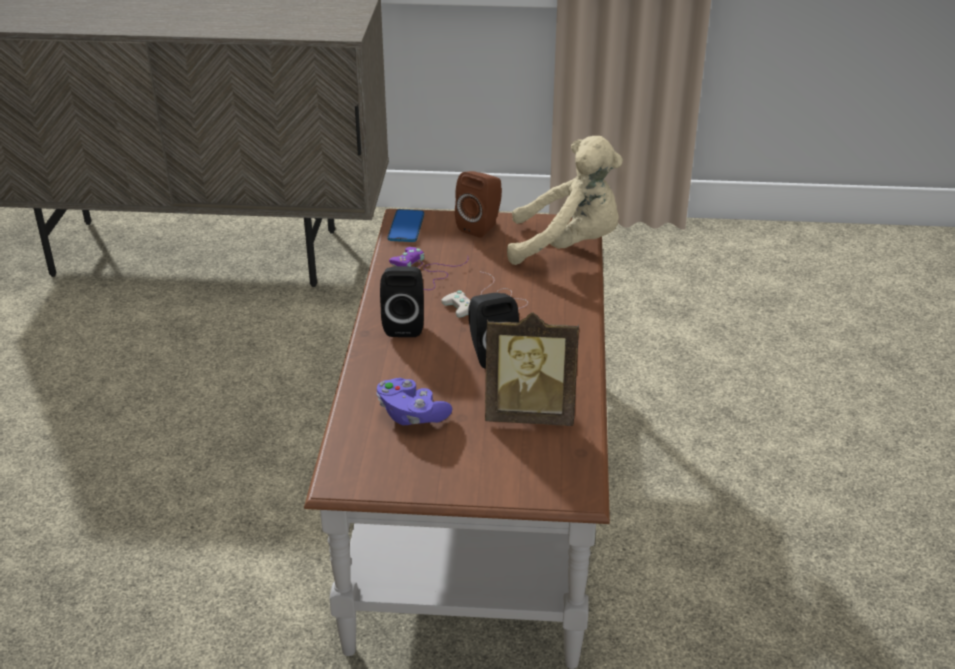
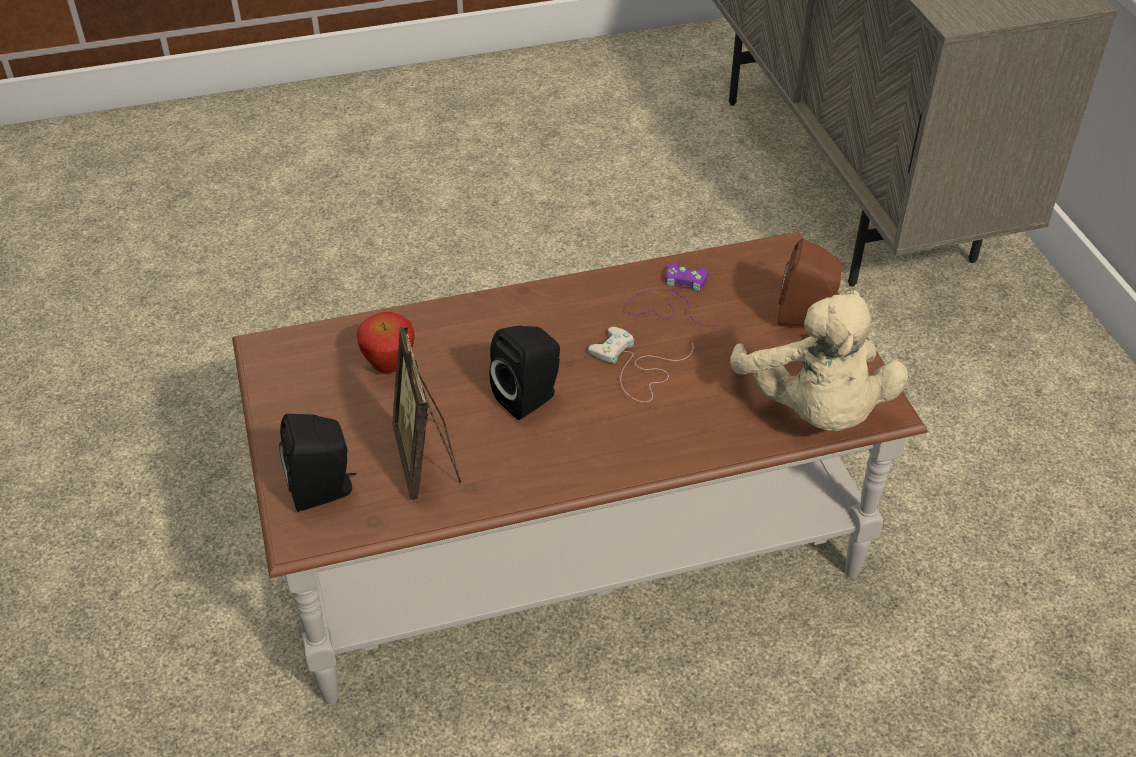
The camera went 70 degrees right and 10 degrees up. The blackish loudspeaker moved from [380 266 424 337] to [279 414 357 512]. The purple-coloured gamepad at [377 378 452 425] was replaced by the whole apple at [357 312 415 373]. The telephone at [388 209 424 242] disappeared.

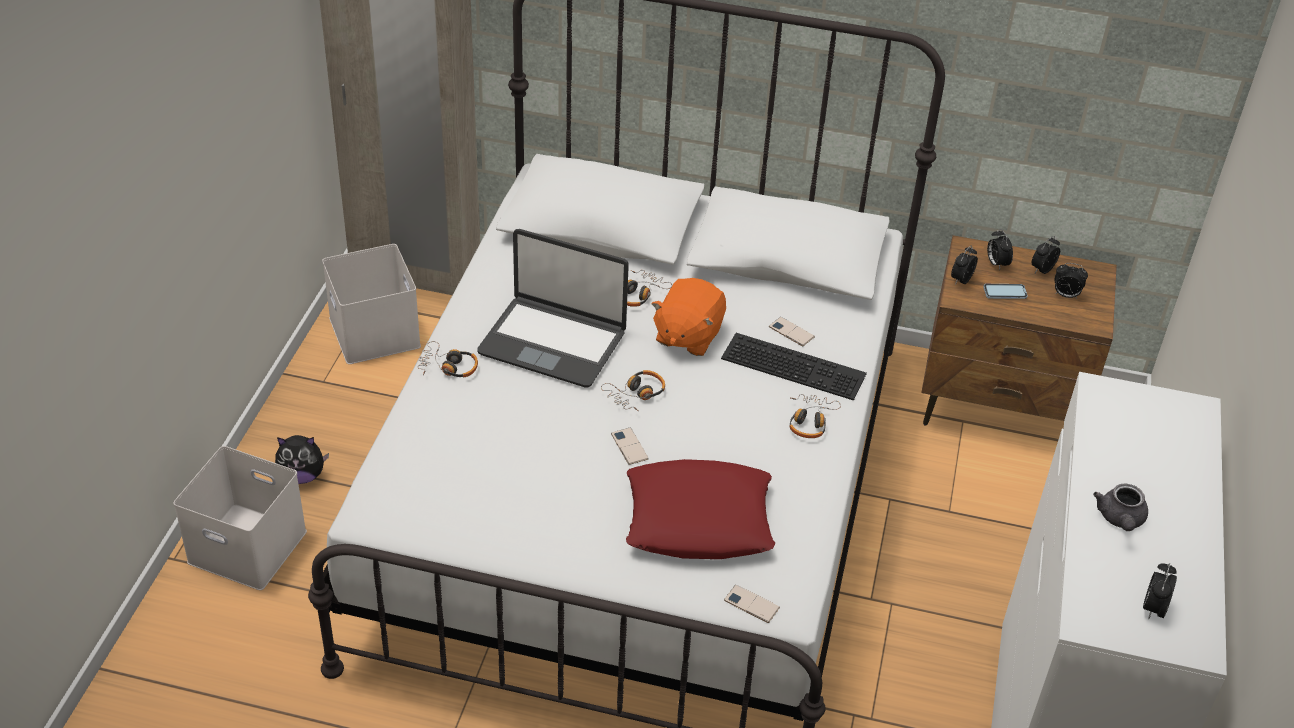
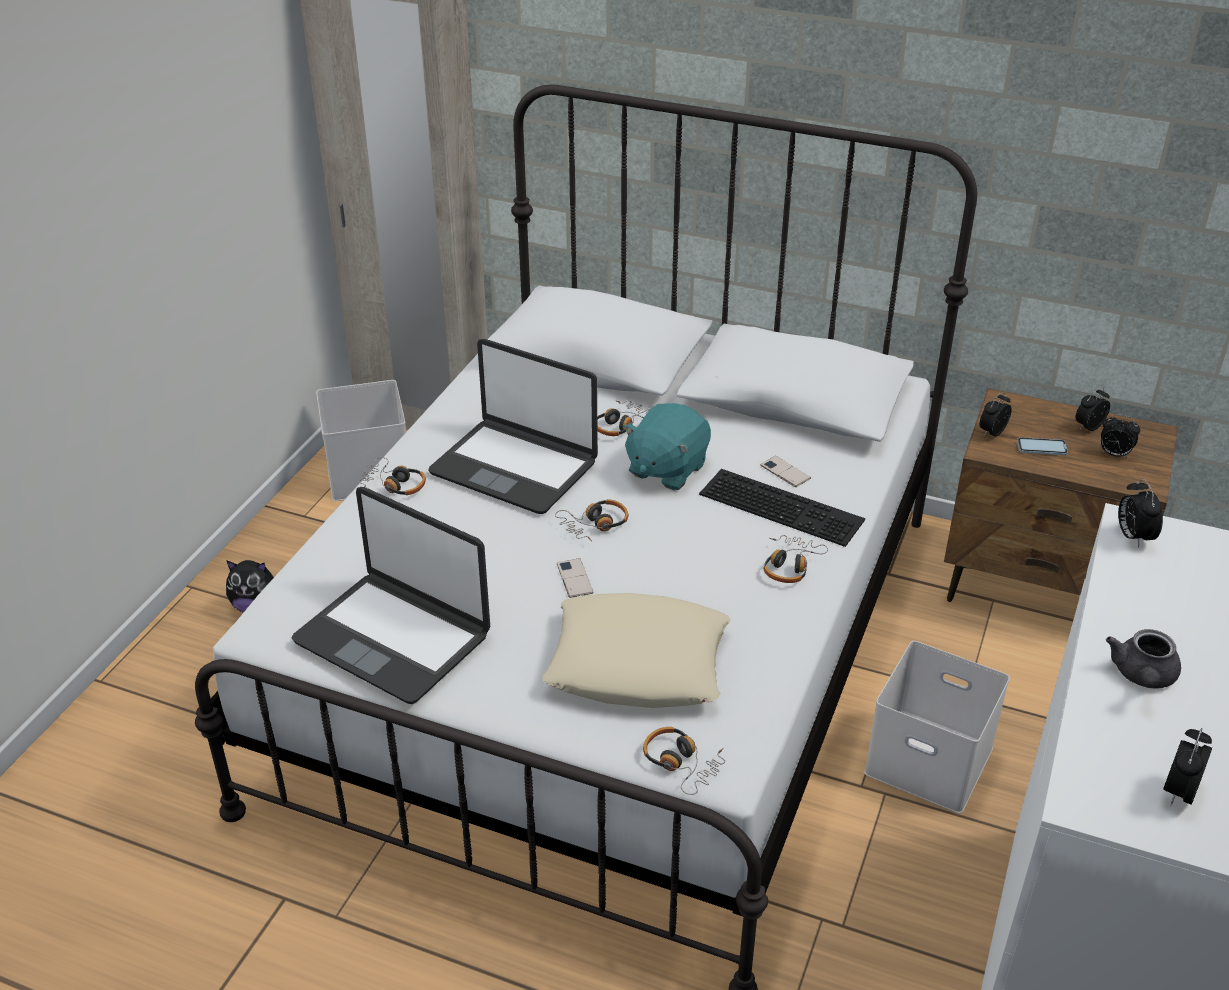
The camera went 10 degrees right and 5 degrees down. The laptop at [291 487 490 704] appeared. The reddish throw pillow at [626 459 775 559] became the beige throw pillow at [543 593 730 708]. The orange-coloured cuddly toy at [651 278 726 356] became the turquoise-coloured cuddly toy at [623 403 711 490]. The telephone at [724 585 780 623] was replaced by the headphones at [643 727 725 795]. The white storage box moved from [173 446 307 590] to [864 641 1010 813]. The bedside clock moved from [987 229 1013 270] to [1118 478 1163 548].

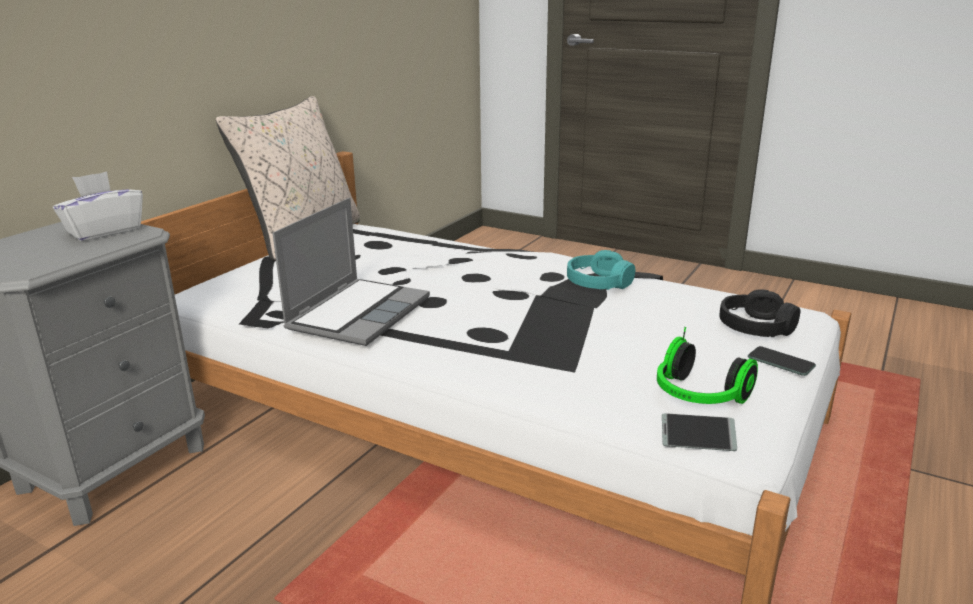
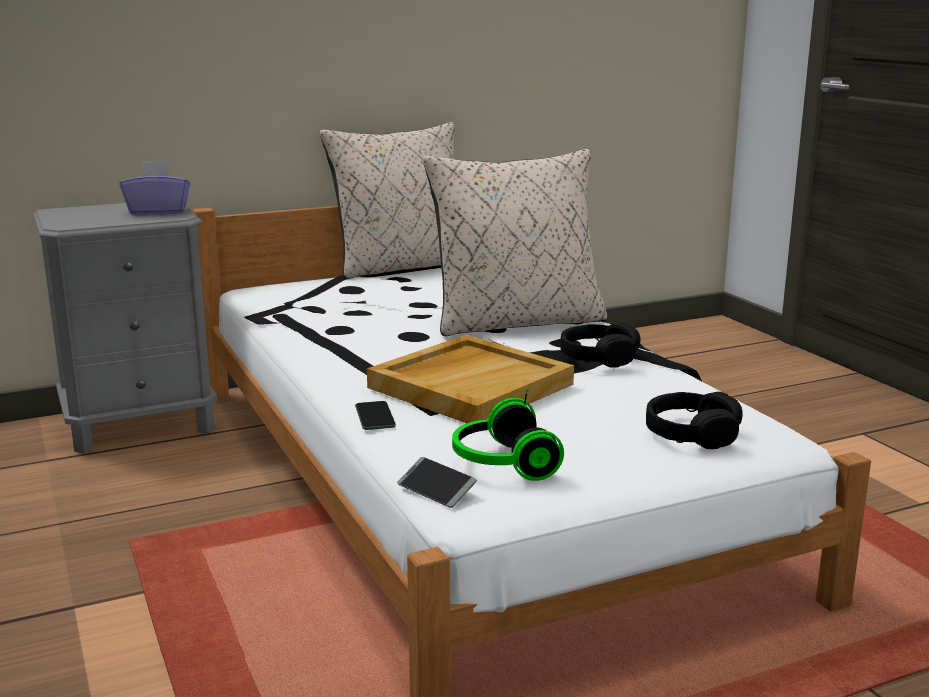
The camera went 35 degrees right and 5 degrees down. The white box of tissues at [53 171 143 241] became the purple-coloured box of tissues at [120 160 191 215]. The telephone moved from [748 346 816 376] to [355 401 396 430]. The beige serving tray at [367 335 574 423] appeared. The beige throw pillow at [423 149 607 336] appeared. The turquoise-coloured headphones at [567 250 635 290] became the blackish headphones at [560 322 640 368]. The laptop at [273 198 430 346] disappeared.

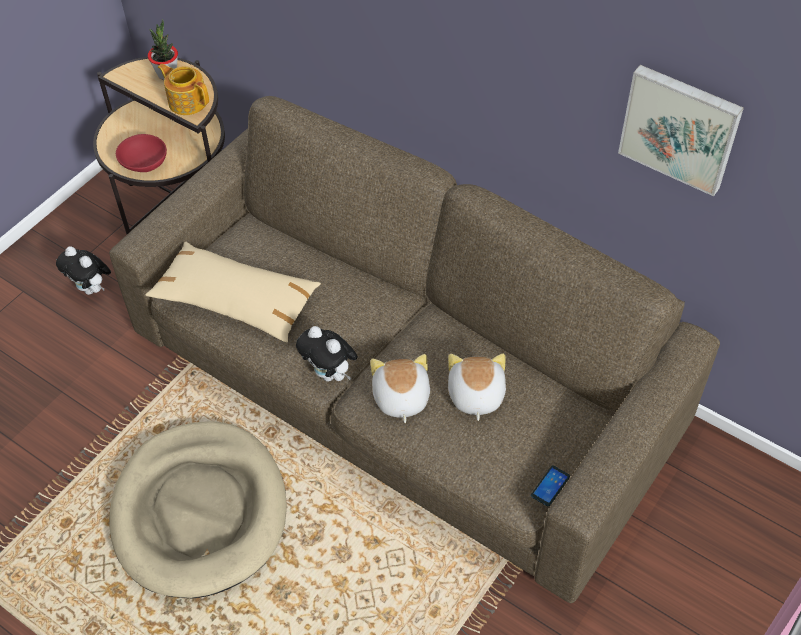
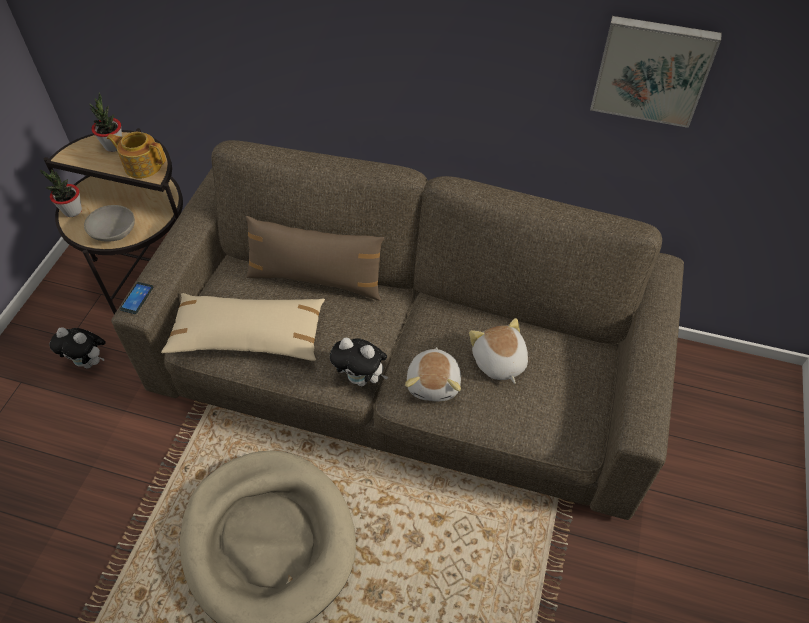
The camera went 20 degrees left and 0 degrees up. The potted plant at [40 170 82 217] appeared. The reddish bowl at [116 134 167 172] became the gray bowl at [84 205 135 242]. The telephone moved from [531 466 570 506] to [120 282 153 314]. The brownish throw pillow at [246 216 384 301] appeared. The cuddly toy at [370 354 430 423] turned 150 degrees counterclockwise.

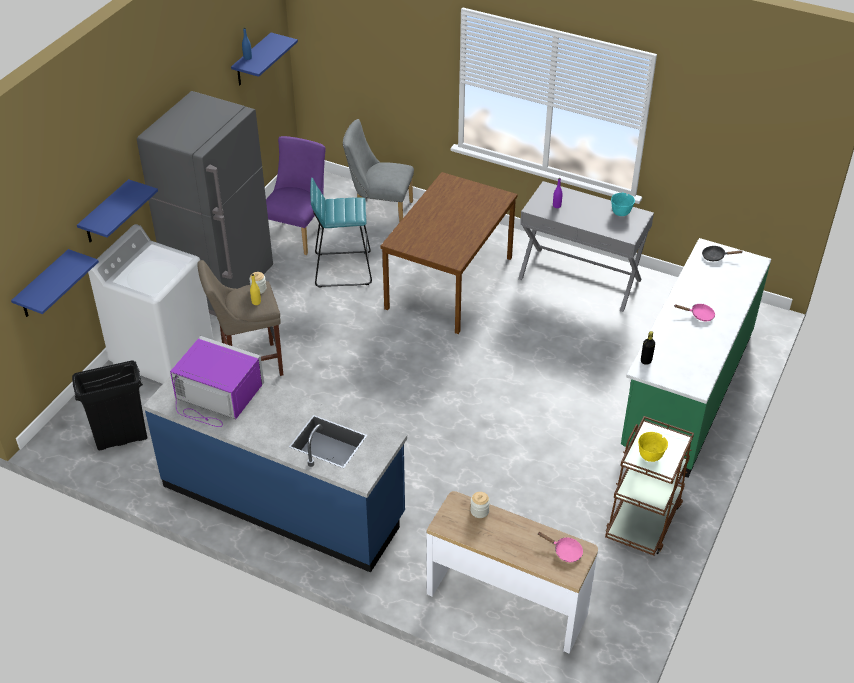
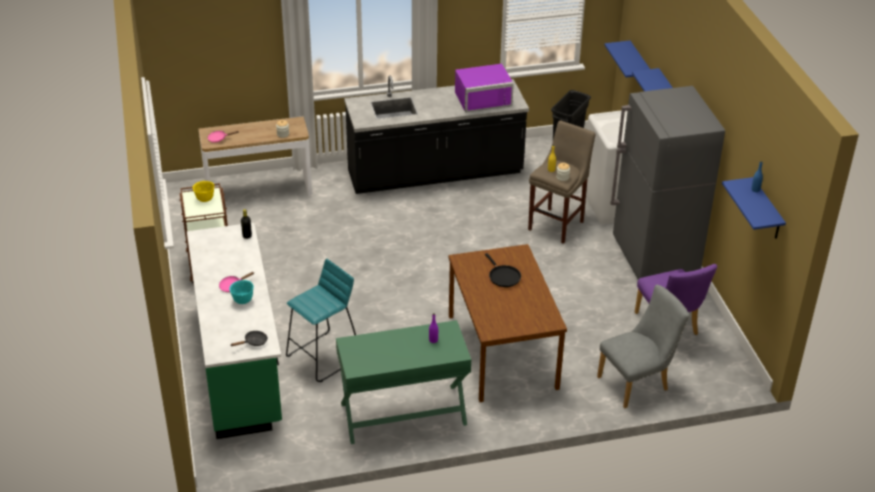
The camera went 140 degrees right and 5 degrees down. The turquoise-coloured bowl moved from [611 193 635 216] to [229 280 254 304]. The turquoise-coloured sitting stool moved from [310 178 372 288] to [286 259 356 382]. The gray console table at [518 181 654 312] became the greenish console table at [336 320 471 444]. The bluish kitchen base unit at [143 376 407 573] became the blackish kitchen base unit at [344 75 529 194]. The blackish pan at [485 253 521 287] appeared.

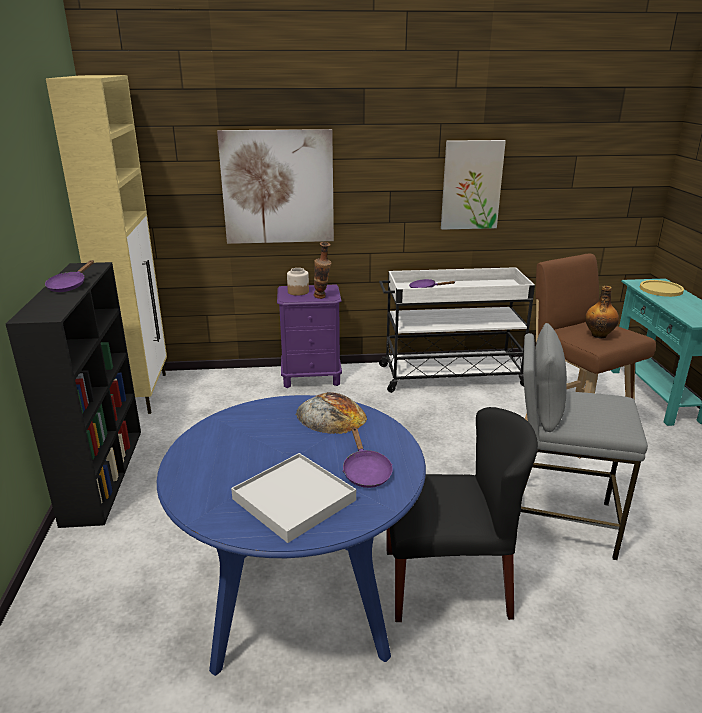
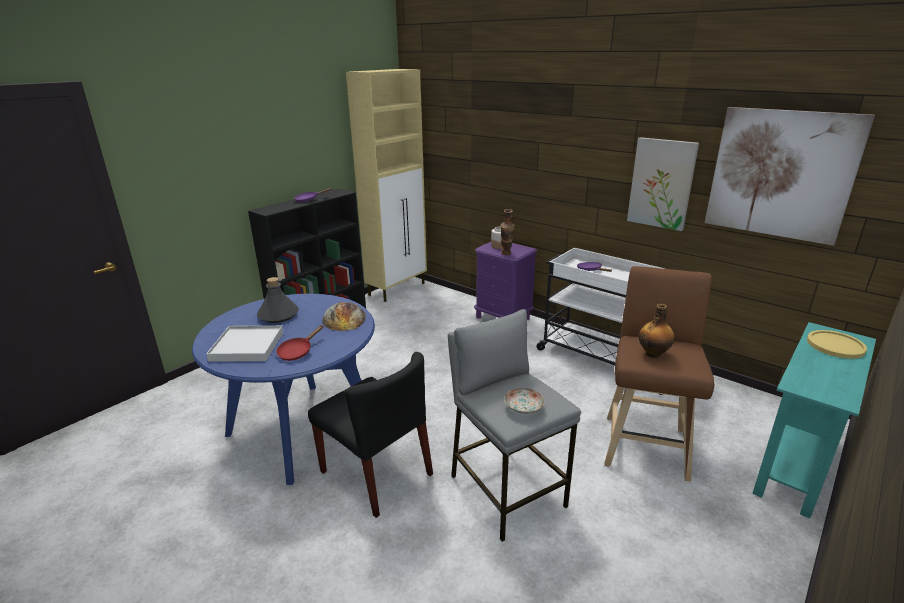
The camera went 45 degrees right and 0 degrees up. The gray bottle at [257 277 299 323] appeared. The purple-coloured pan at [343 427 393 488] became the reddish pan at [276 325 324 361]. The plate at [504 388 545 414] appeared. The wall picture moved from [217 129 334 244] to [705 107 875 246].

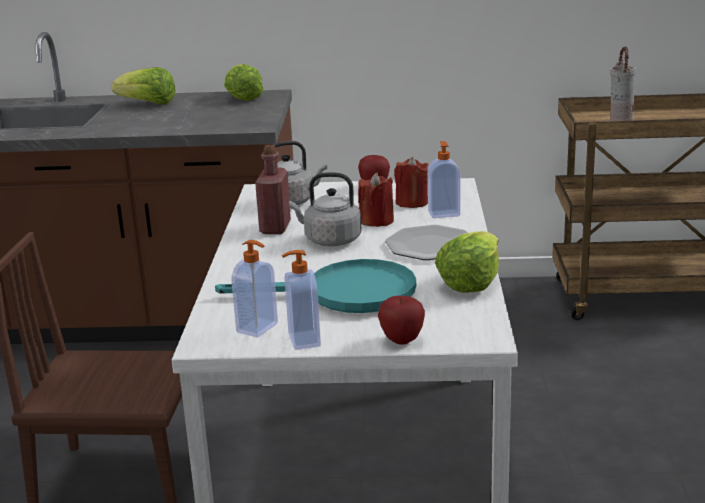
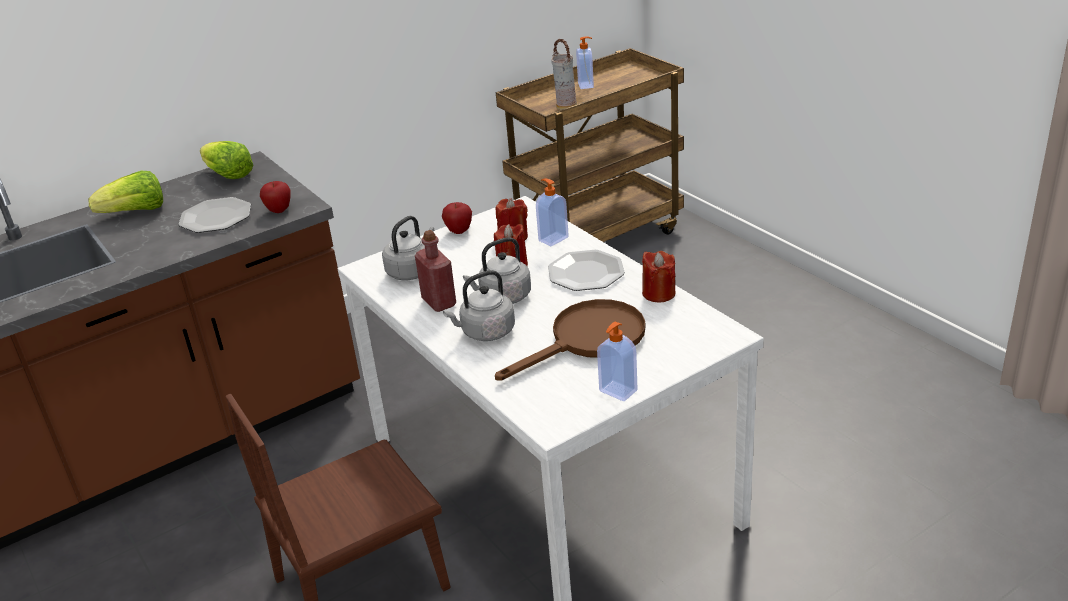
The camera went 35 degrees left and 10 degrees up. The plate at [179 197 251 233] appeared. The whole apple moved from [378 296 425 345] to [260 181 290 213]. The gray water kettle at [443 270 515 341] appeared. The turquoise-coloured pan at [215 259 416 313] became the brownish pan at [495 299 645 381]. The liquid soap bottle moved from [231 240 278 337] to [576 37 594 89]. The head of lettuce at [435 231 499 293] was replaced by the reddish wax candle at [642 251 675 302].

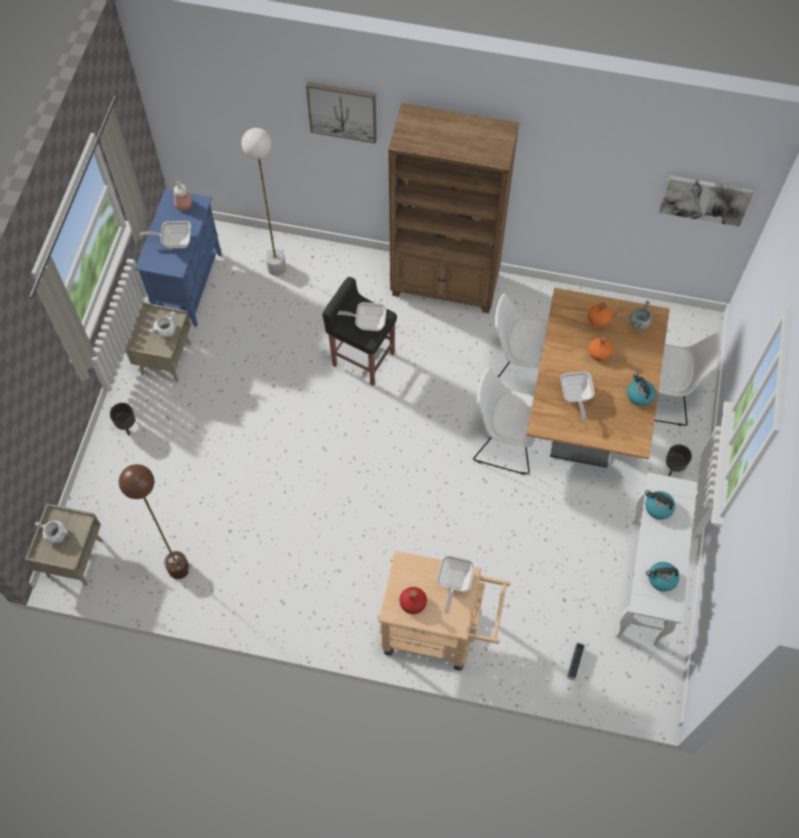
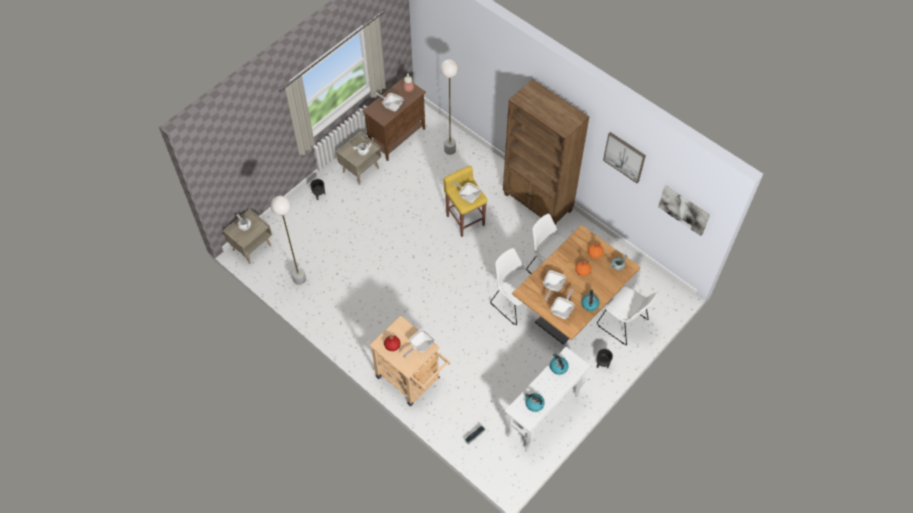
The camera went 30 degrees right and 5 degrees down. The brownish standard lamp at [119 464 190 579] became the white standard lamp at [270 196 306 285]. The bluish storage cabinet at [135 189 222 327] became the brownish storage cabinet at [362 77 426 161]. The blackish sitting stool at [322 277 397 386] became the yellowish sitting stool at [443 166 488 237]. The pan at [551 289 574 319] appeared. The wall picture moved from [306 82 377 144] to [603 132 646 183].

